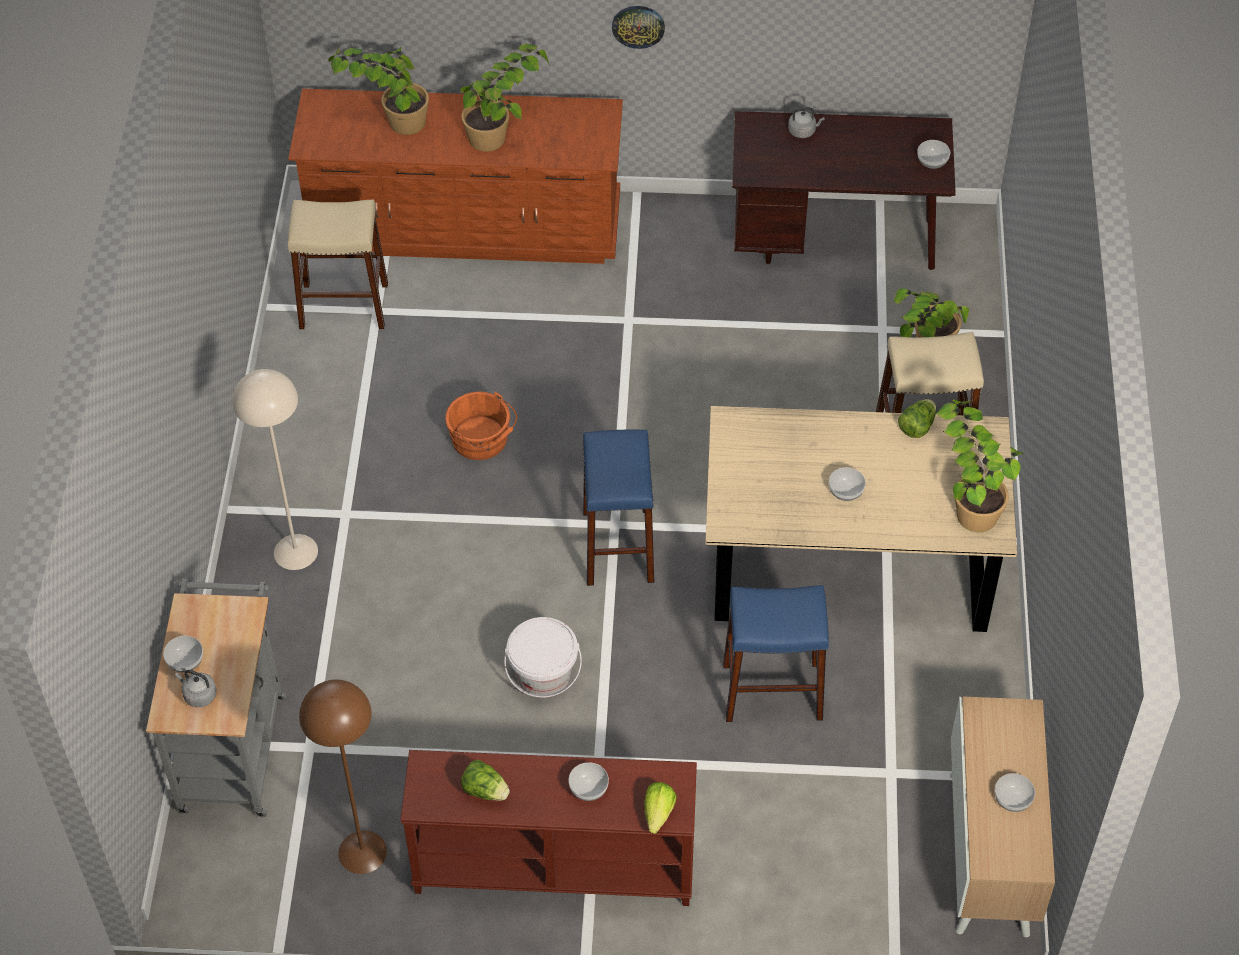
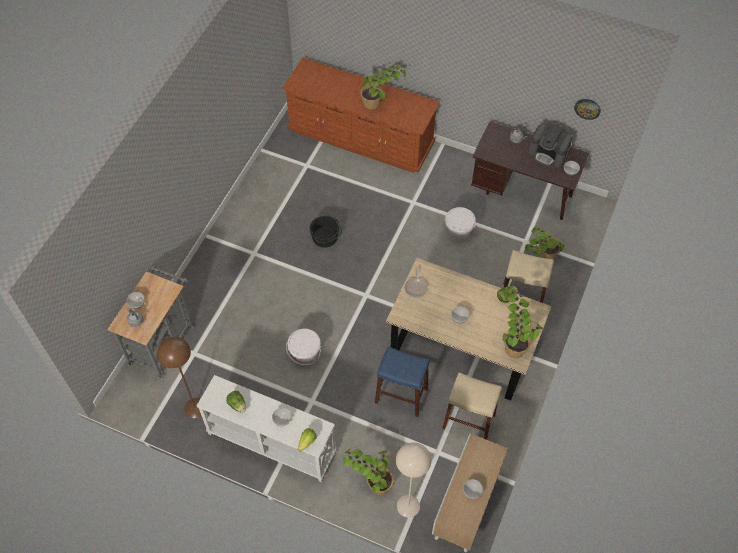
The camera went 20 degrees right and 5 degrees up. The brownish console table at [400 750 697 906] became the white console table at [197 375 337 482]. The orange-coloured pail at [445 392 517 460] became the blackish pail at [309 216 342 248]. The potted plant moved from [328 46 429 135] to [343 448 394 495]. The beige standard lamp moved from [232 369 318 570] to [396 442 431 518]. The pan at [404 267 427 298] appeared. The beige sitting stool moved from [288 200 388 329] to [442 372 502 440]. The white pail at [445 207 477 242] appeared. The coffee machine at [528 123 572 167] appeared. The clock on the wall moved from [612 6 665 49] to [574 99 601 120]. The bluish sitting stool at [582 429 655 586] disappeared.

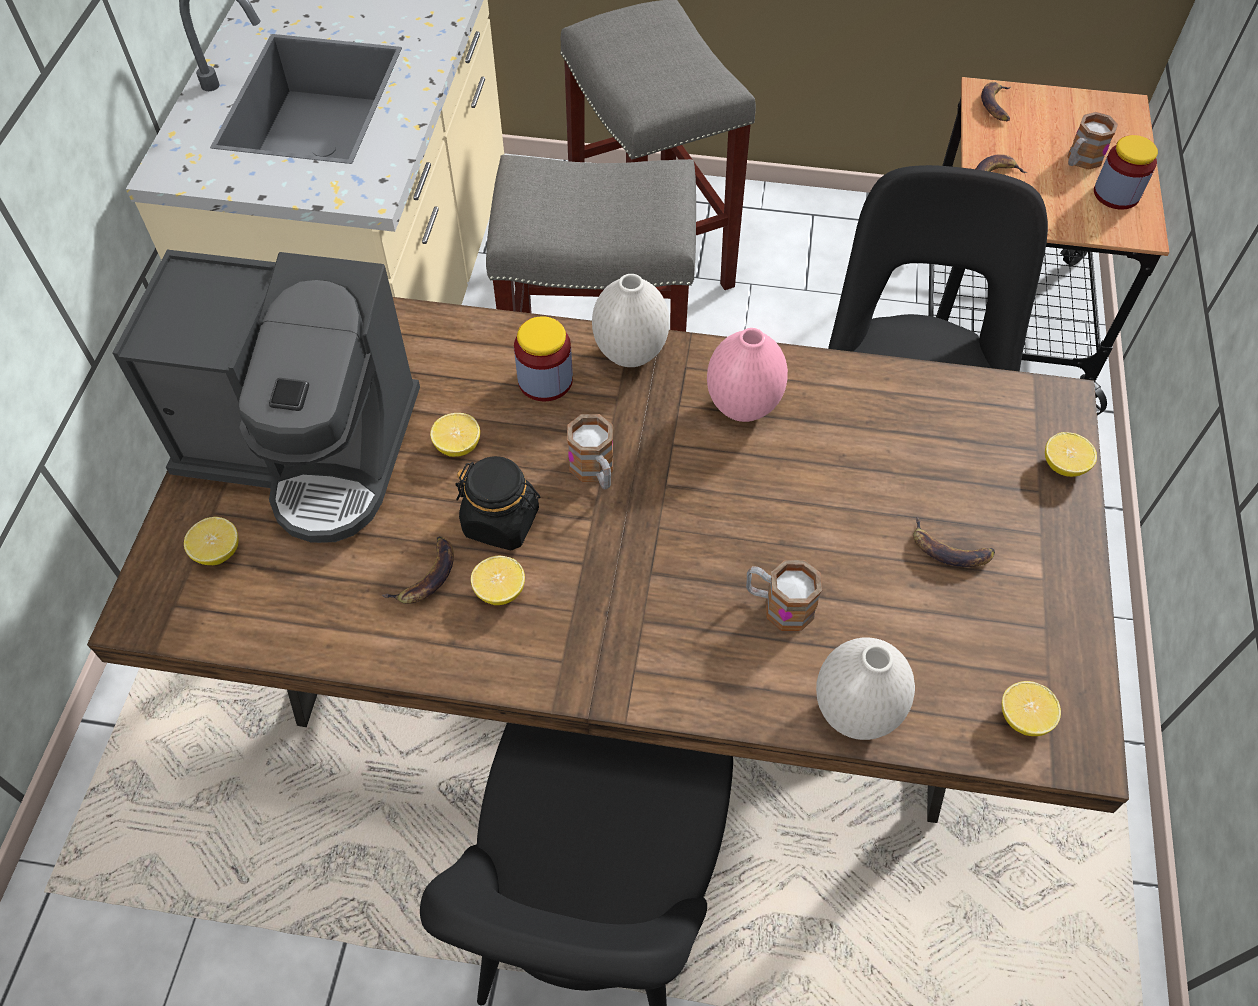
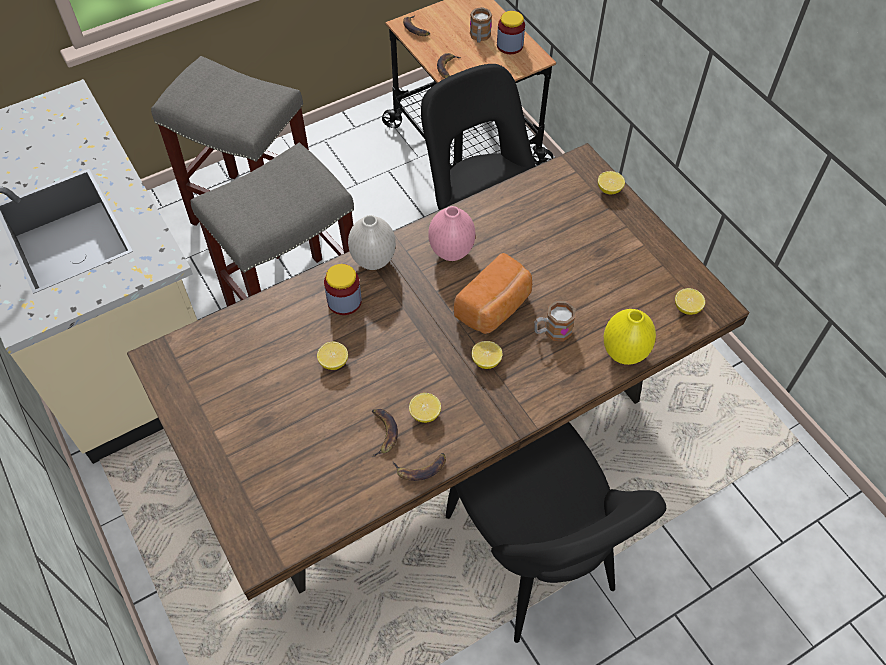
The camera went 40 degrees left and 0 degrees up. The banana moved from [913 517 995 567] to [392 453 446 481]. The bakery bread at [454 253 532 334] appeared. The citrus fruit moved from [184 517 238 565] to [471 341 502 369]. The white decorative vase at [816 638 915 740] became the yellowish decorative vase at [604 309 656 365]. The coffee machine at [112 250 420 543] disappeared. The blackish preserve jar at [455 456 540 550] disappeared. The coffee mug at [567 414 613 489] disappeared.

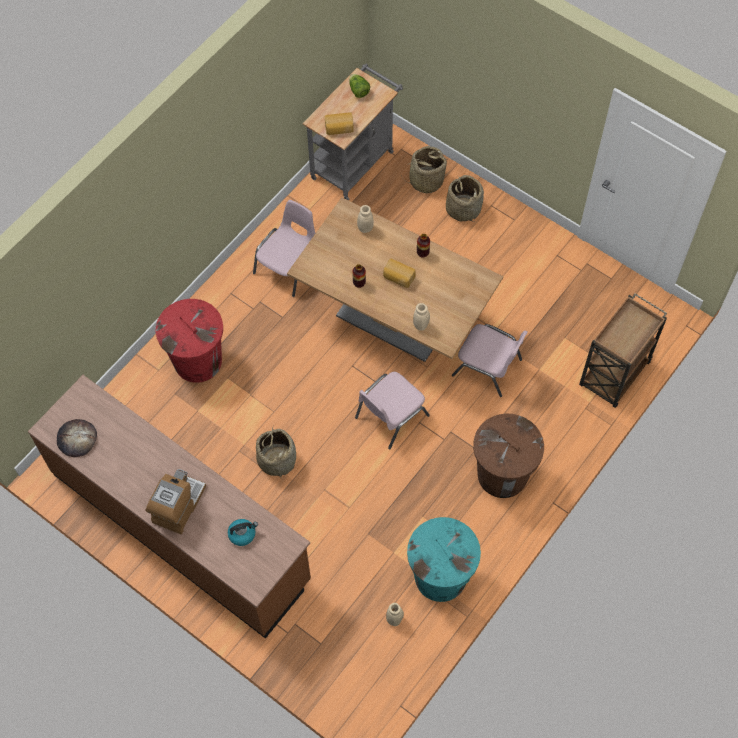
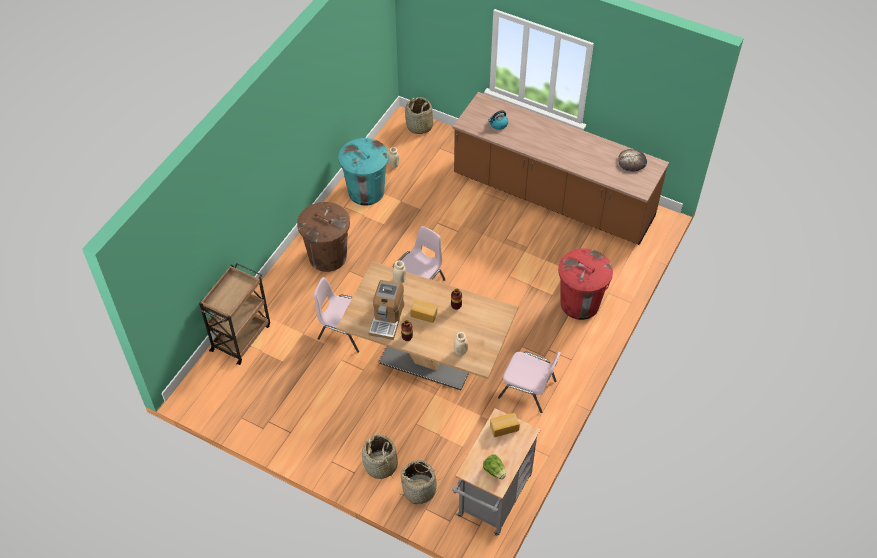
The camera went 170 degrees right and 10 degrees down. The coffee machine moved from [146 469 206 534] to [369 280 404 340]. The household basket moved from [256 427 296 477] to [405 97 433 134]. The pink-coloured upright chair at [253 200 315 297] turned 90 degrees counterclockwise.

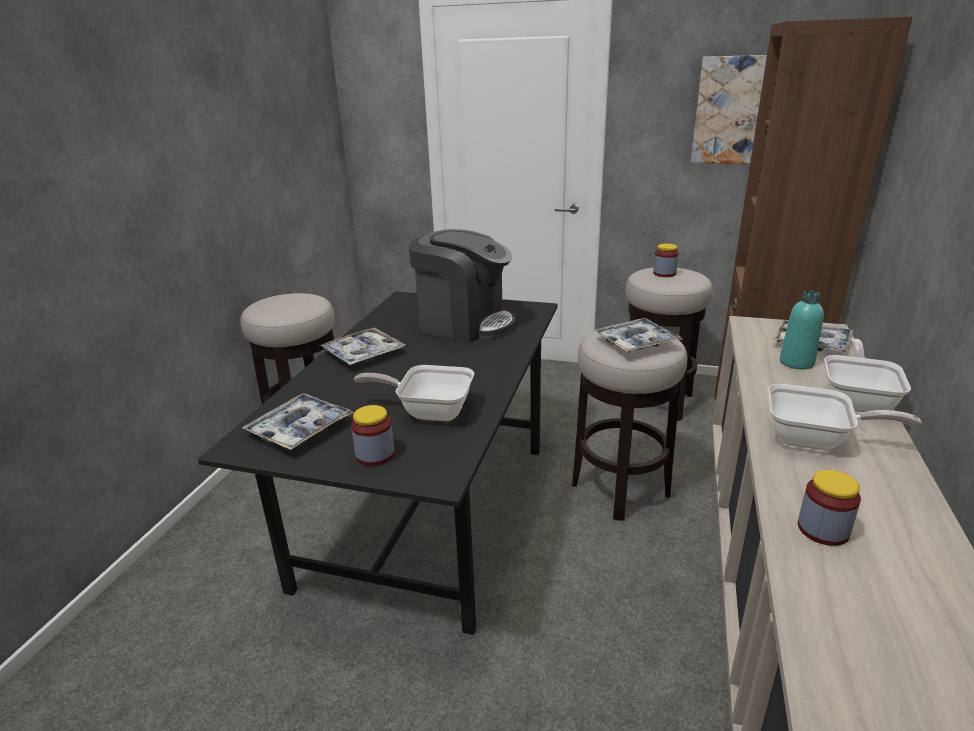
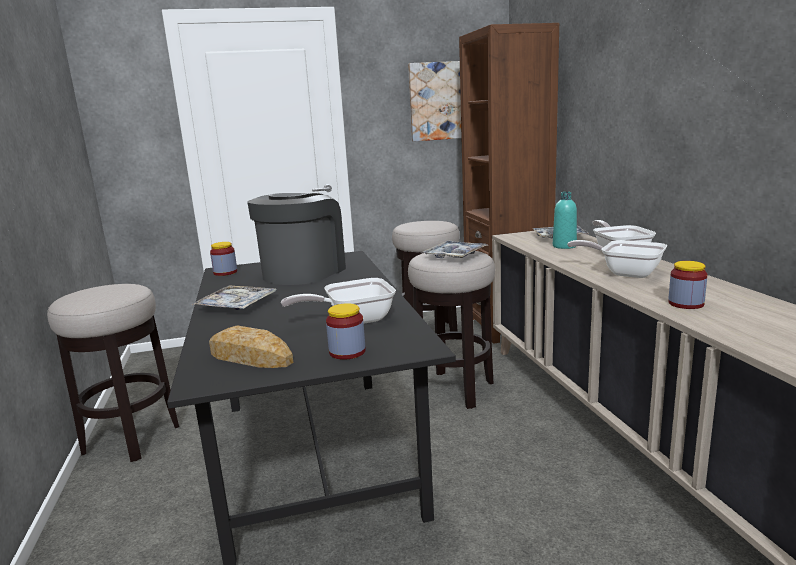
The camera went 30 degrees left and 10 degrees down. The serving tray at [243 393 354 450] was replaced by the bakery bread at [209 326 293 368]. The preserve jar moved from [653 244 679 277] to [210 242 237 276]. The coffee machine at [409 229 516 343] turned 60 degrees counterclockwise. The pan at [768 384 922 450] turned 135 degrees counterclockwise.

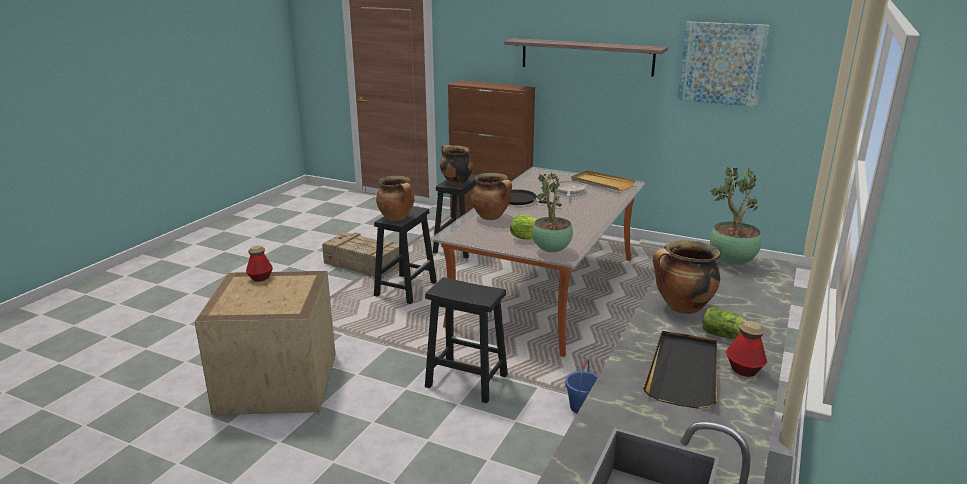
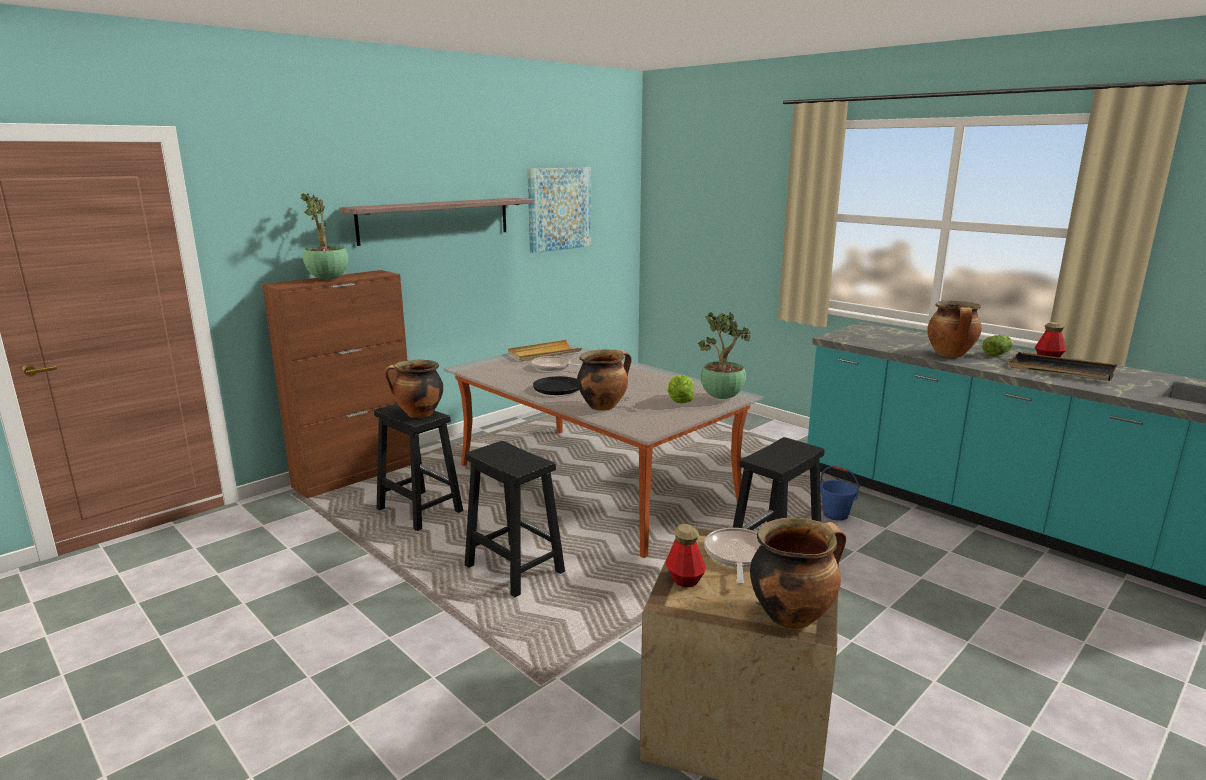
The camera went 70 degrees left and 5 degrees down. The potted plant moved from [710 167 762 265] to [301 194 349 280]. The pan at [704 528 761 584] appeared. The cooking pot moved from [376 176 414 221] to [750 517 846 629]. The shipping crate at [322 232 399 279] disappeared.

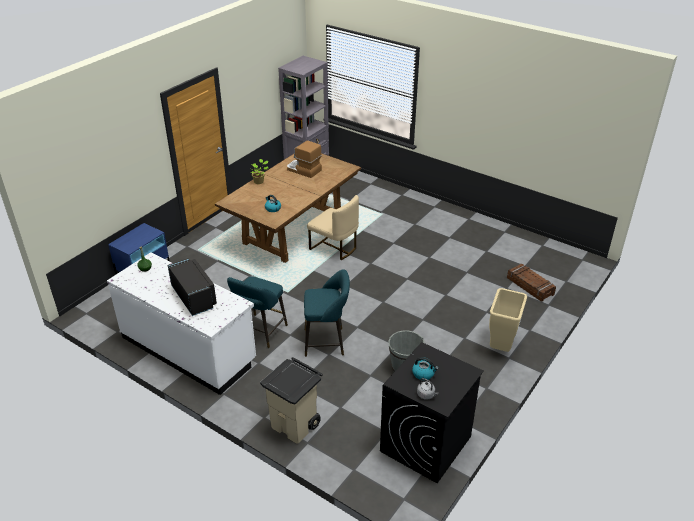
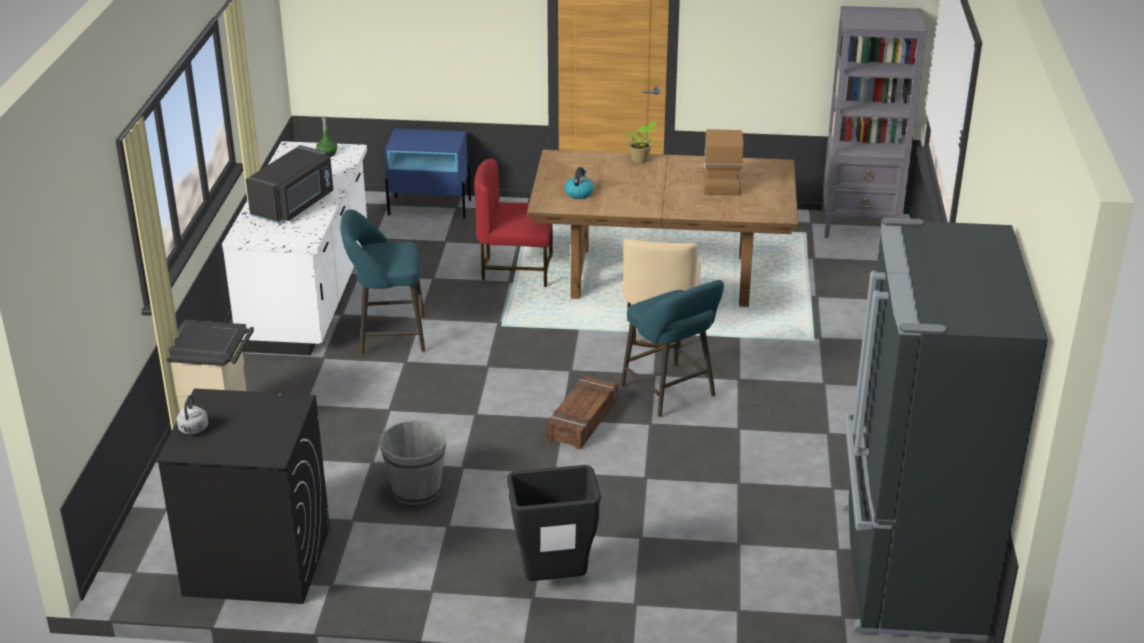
The camera went 60 degrees right and 5 degrees down. The reddish upright chair at [475 159 553 287] appeared. The beige rubbish bin at [489 288 527 352] became the blackish rubbish bin at [507 465 601 581]. The shipping crate moved from [507 264 556 302] to [546 375 618 449]. The turquoise-coloured sitting stool moved from [304 270 350 357] to [621 280 724 417]. The blackish fridge at [843 217 1048 641] appeared. The water kettle at [412 357 439 380] disappeared.

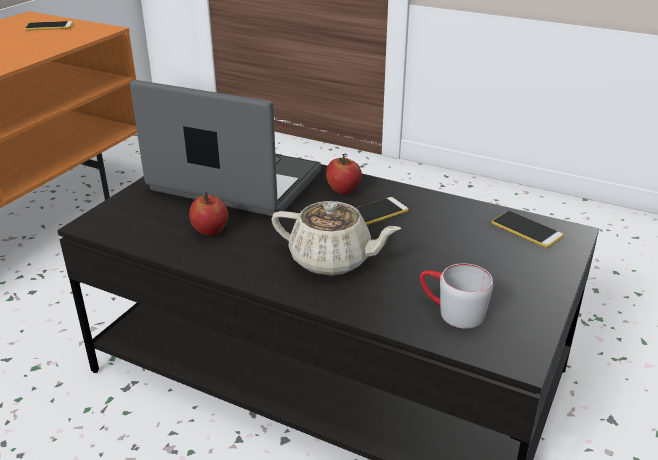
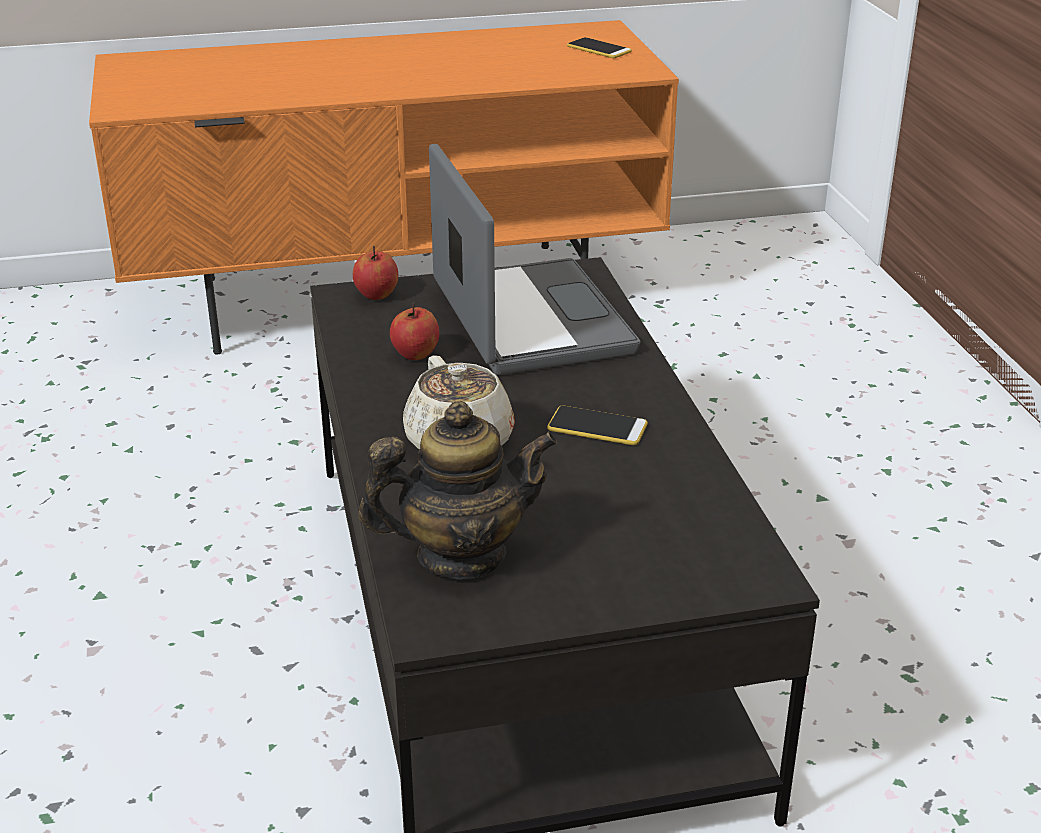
The camera went 50 degrees right and 0 degrees up. The whole apple moved from [326 154 362 194] to [353 246 399 300]. The gray coffee mug at [420 263 493 329] was replaced by the tea pot at [358 401 557 580]. The telephone at [492 211 564 248] disappeared.

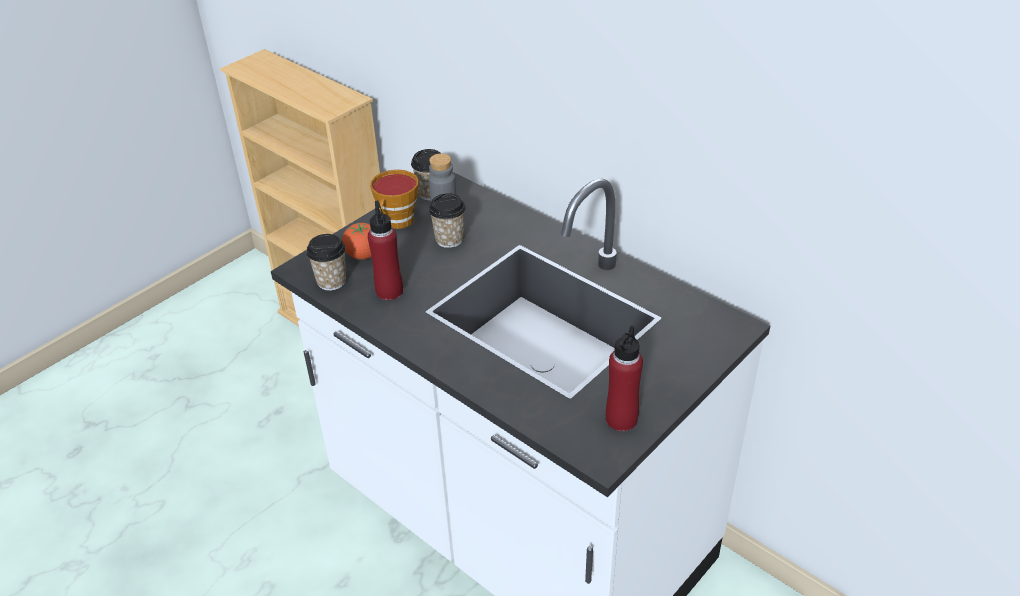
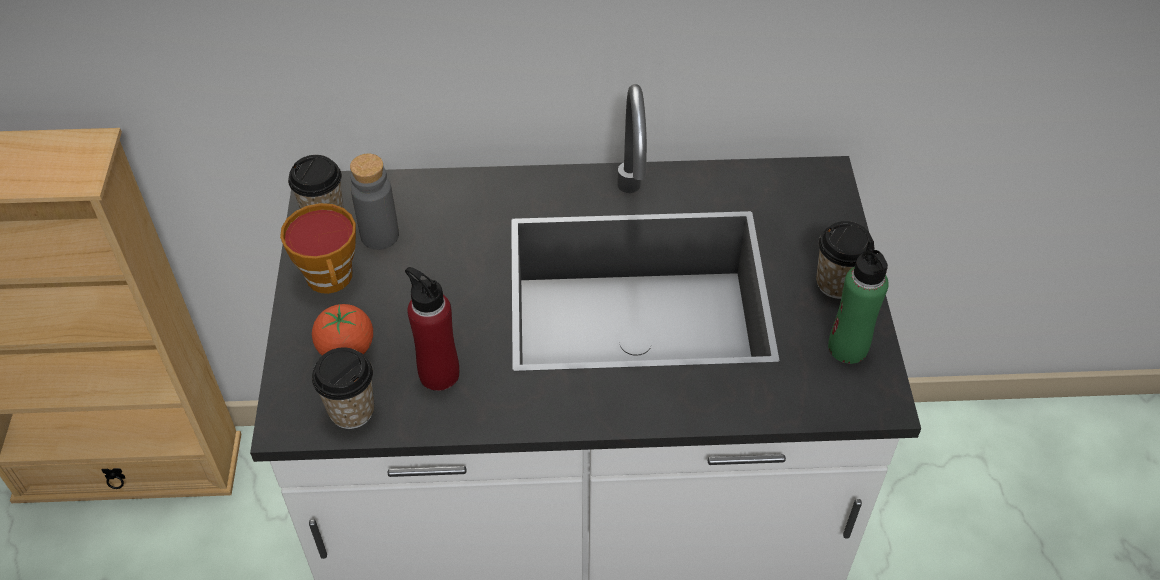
The camera went 45 degrees left and 10 degrees up. The drinking cup moved from [429 193 466 248] to [816 221 875 299]. The reddish bottle at [606 325 643 431] became the greenish bottle at [828 239 889 364].

